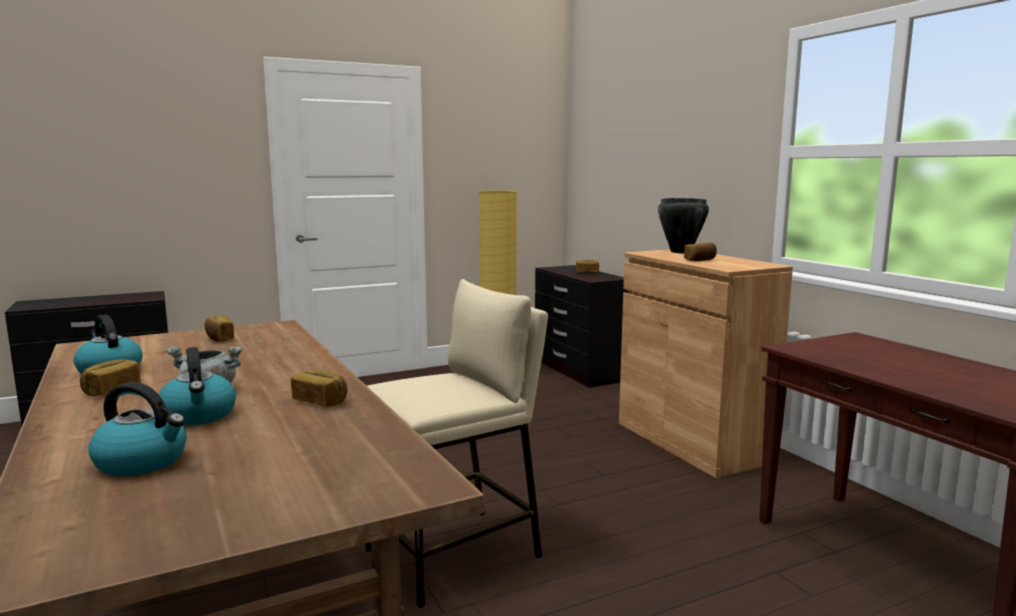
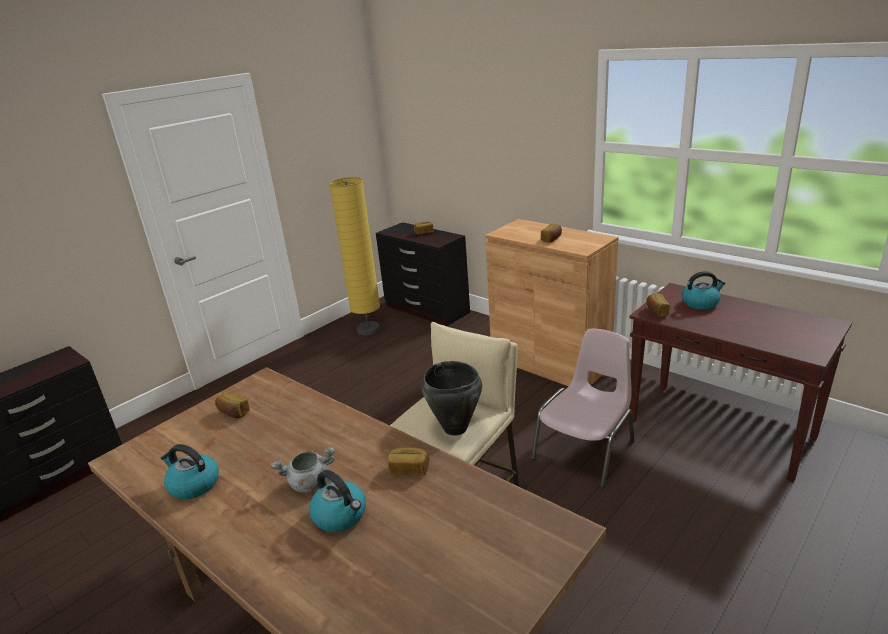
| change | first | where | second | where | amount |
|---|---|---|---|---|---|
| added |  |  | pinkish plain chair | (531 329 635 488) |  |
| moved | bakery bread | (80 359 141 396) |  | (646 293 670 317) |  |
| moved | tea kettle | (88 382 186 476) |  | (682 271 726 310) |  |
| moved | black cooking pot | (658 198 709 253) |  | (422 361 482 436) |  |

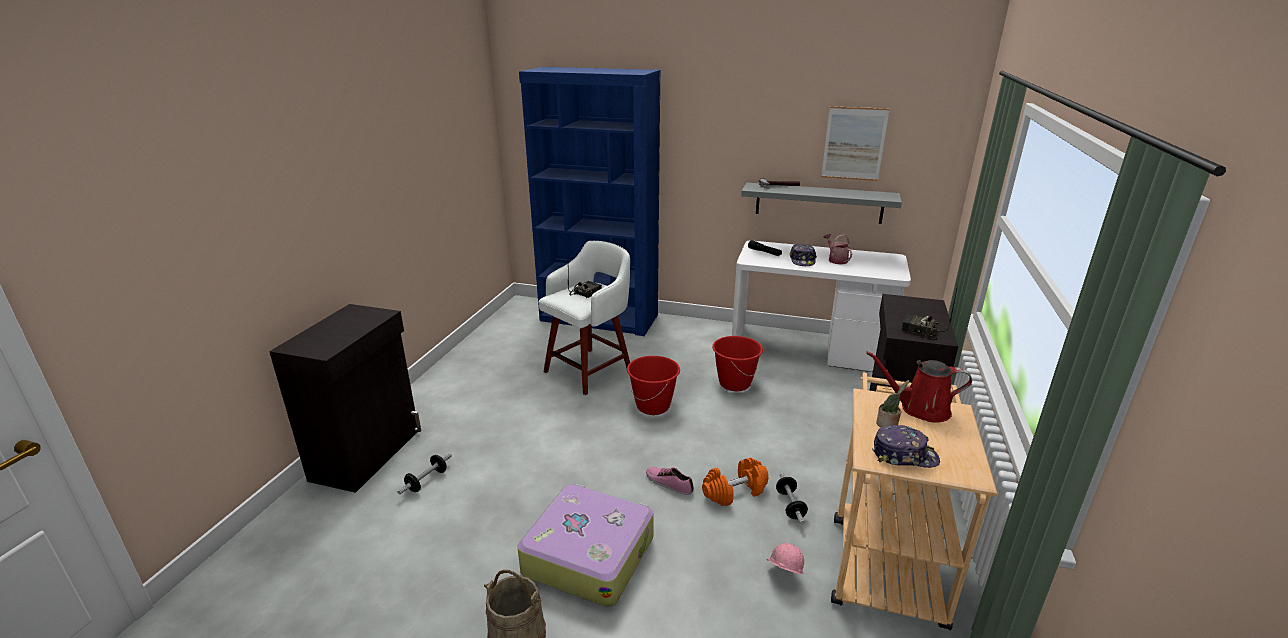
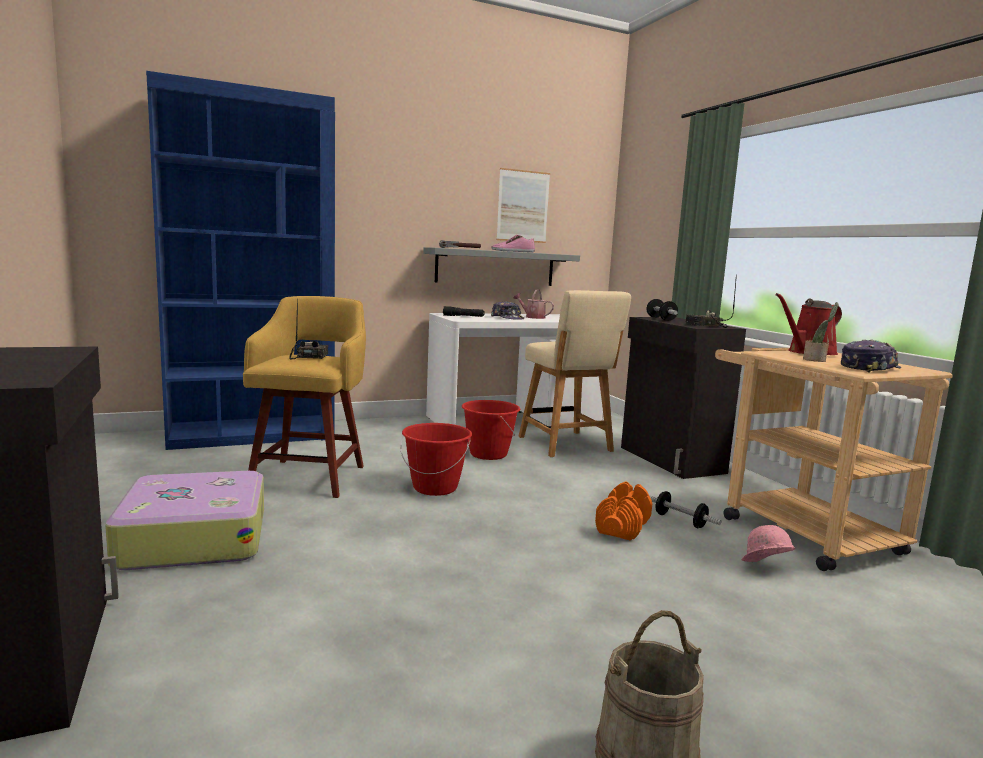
| change | first | where | second | where | amount |
|---|---|---|---|---|---|
| added |  |  | beige plain chair | (518 290 631 457) |  |
| moved | dumbbell | (397 453 452 495) |  | (647 299 678 321) |  |
| moved | travel case | (518 484 654 607) |  | (105 471 264 570) |  |
| moved | item of footwear | (646 467 694 495) |  | (491 235 535 253) |  |
| recoloured | whitish sitting stool | (538 241 630 395) | yellow-coloured sitting stool | (243 296 366 498) |  |

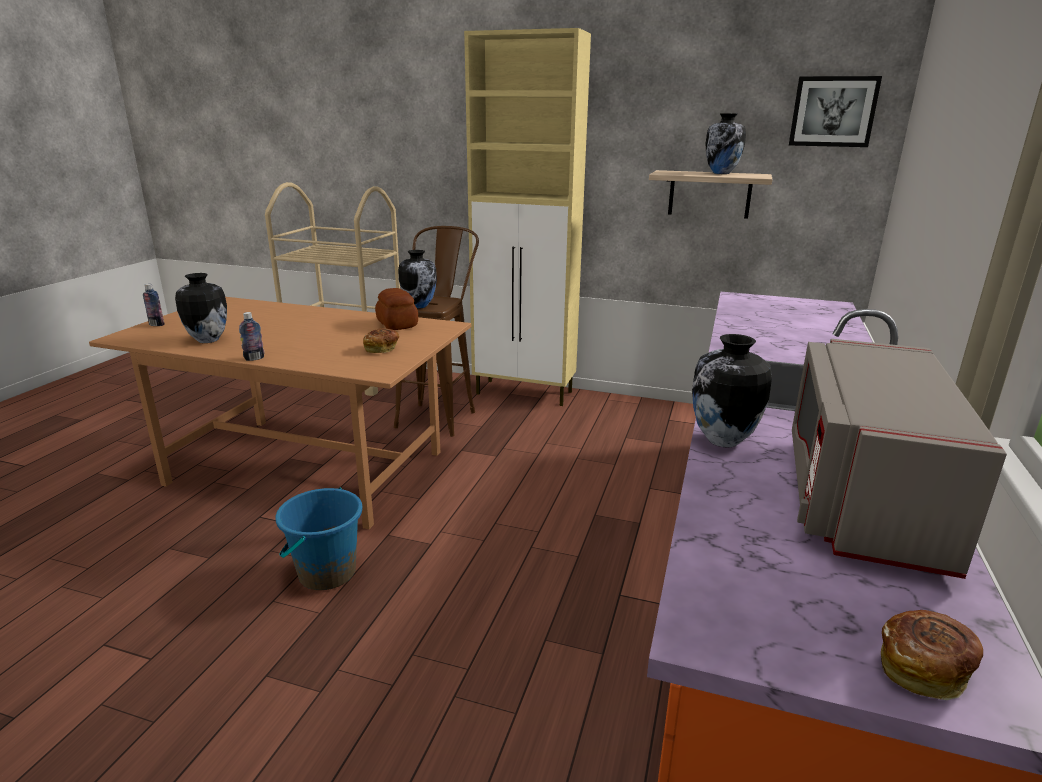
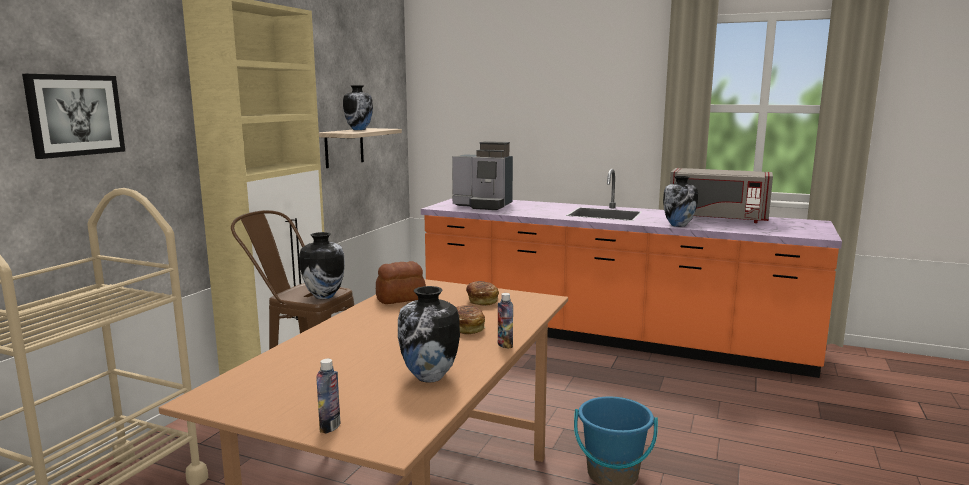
| change | first | where | second | where | amount |
|---|---|---|---|---|---|
| added |  |  | coffee machine | (452 141 513 210) |  |
| moved | picture | (789 76 882 147) |  | (22 74 125 159) |  |
| moved | bakery bread | (881 610 983 700) |  | (456 305 485 334) |  |

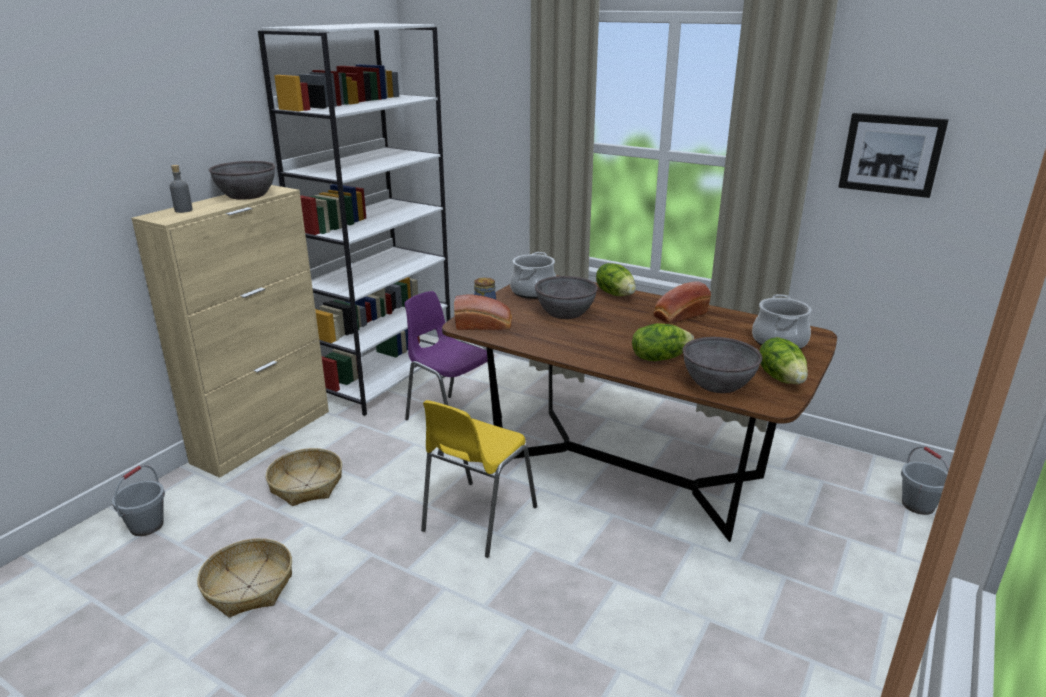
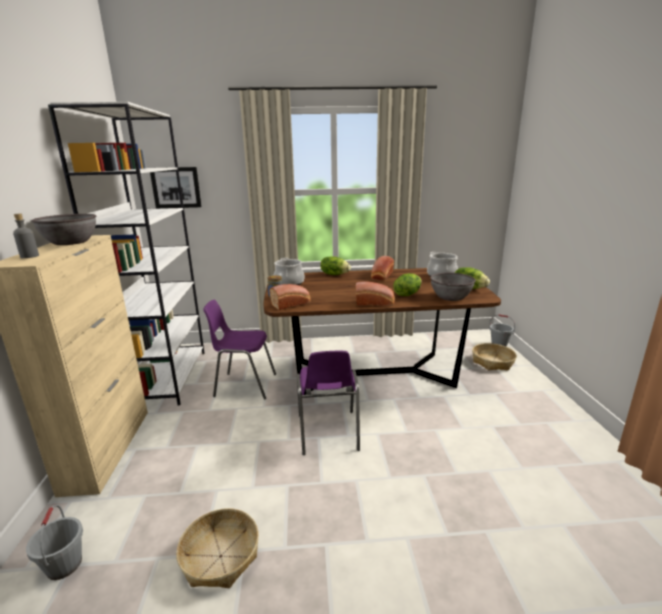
| change | first | where | second | where | amount |
|---|---|---|---|---|---|
| removed | grey bowl | (535 276 598 319) |  |  |  |
| added |  |  | bakery bread | (356 281 395 306) |  |
| moved | storage basket | (266 448 342 506) |  | (472 343 517 371) |  |
| moved | picture | (838 113 949 198) |  | (150 167 202 209) |  |
| recoloured | yellow-coloured plain chair | (421 400 537 558) | purple-coloured plain chair | (297 351 360 455) |  |

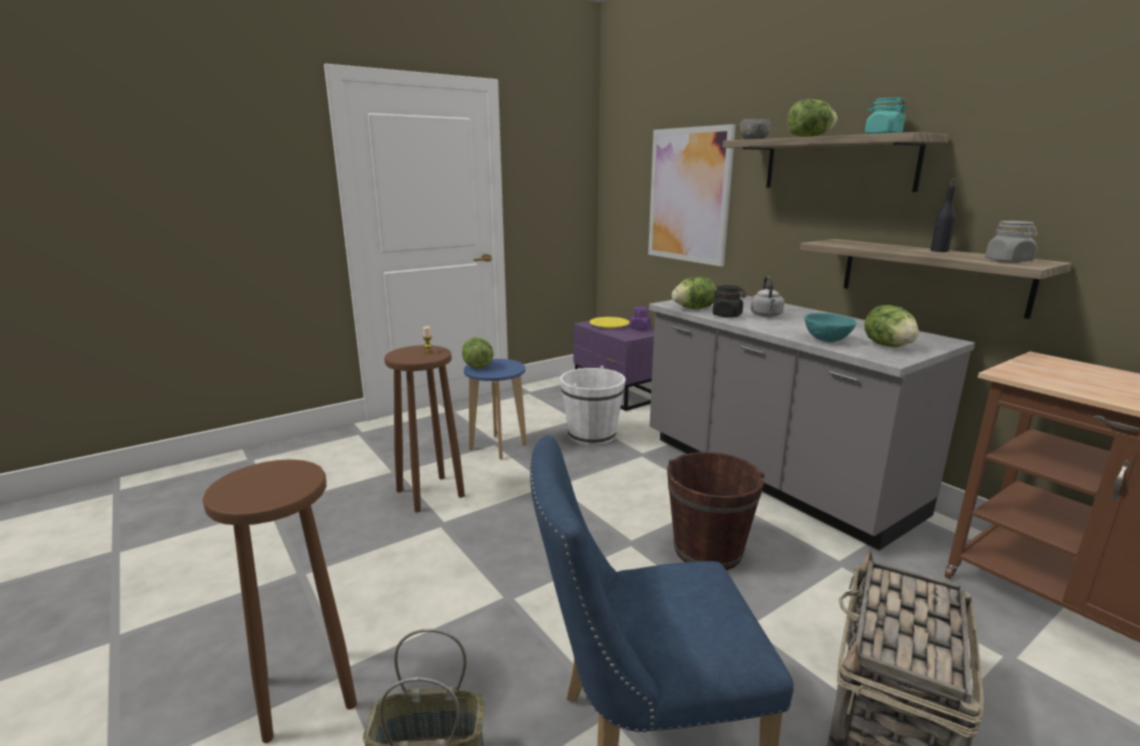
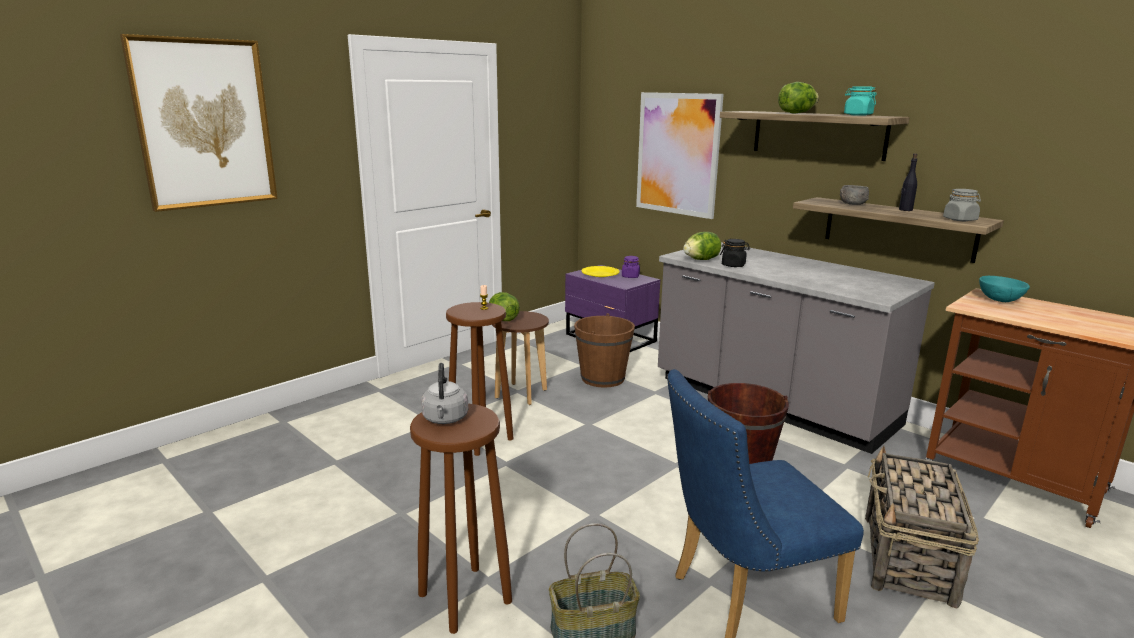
| change | first | where | second | where | amount |
|---|---|---|---|---|---|
| removed | lettuce head | (864 305 919 347) |  |  |  |
| added |  |  | picture | (120 34 278 212) |  |
| moved | grey bowl | (739 119 772 140) |  | (840 185 869 205) |  |
| moved | grey tea kettle | (751 276 784 317) |  | (421 363 468 424) |  |
| moved | turquoise bowl | (804 313 857 342) |  | (979 276 1030 302) |  |
| recoloured | bluish sitting stool | (464 359 527 459) | brownish sitting stool | (492 311 549 405) |  |
| recoloured | whitish bucket | (560 366 626 445) | brownish bucket | (574 313 635 388) |  |

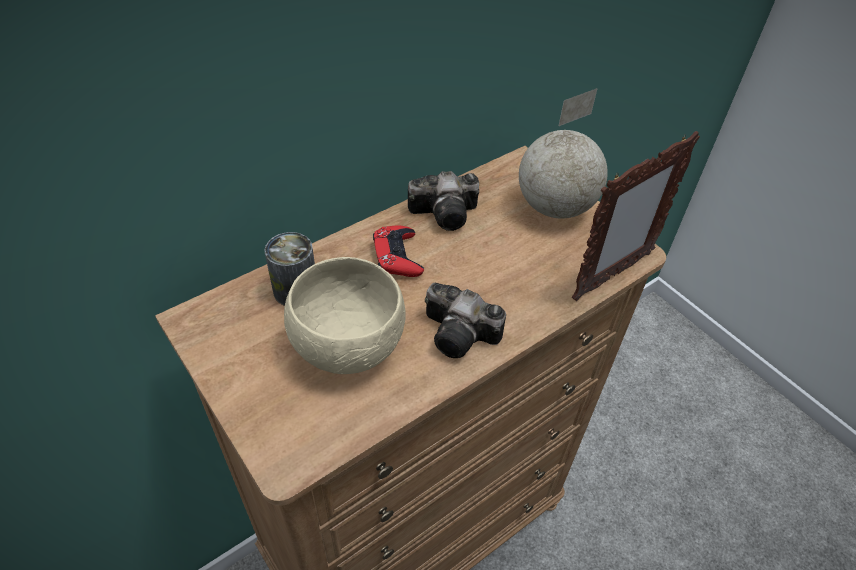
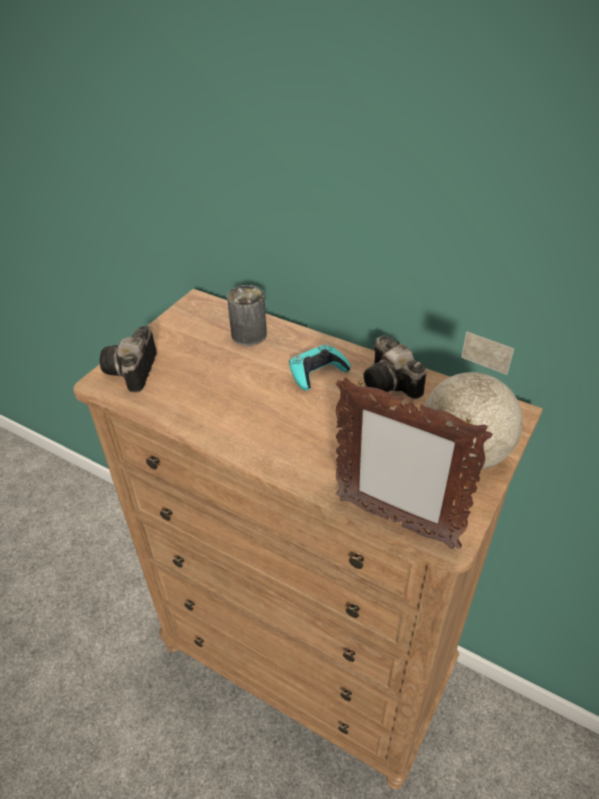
| change | first | where | second | where | amount |
|---|---|---|---|---|---|
| removed | beige bowl | (284 257 406 374) |  |  |  |
| moved | photo camera | (425 283 506 358) |  | (100 326 157 392) |  |
| recoloured | reddish gamepad | (373 225 424 277) | turquoise gamepad | (289 345 351 391) |  |

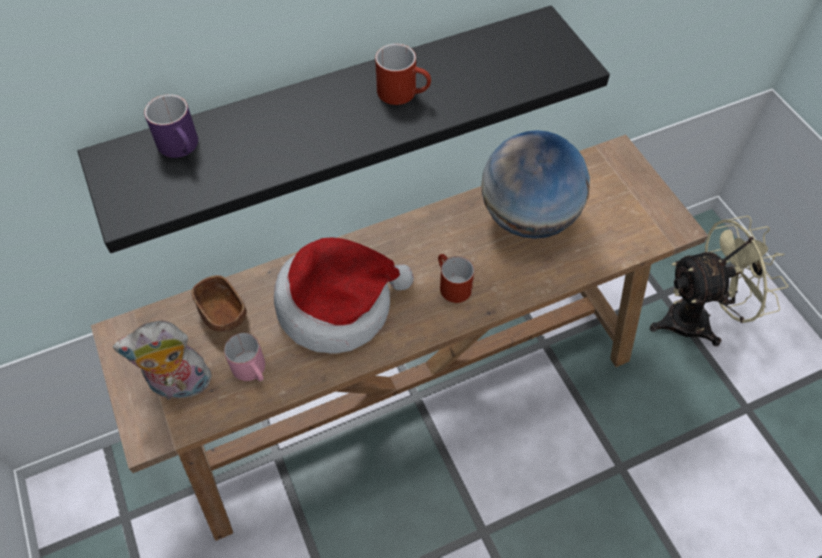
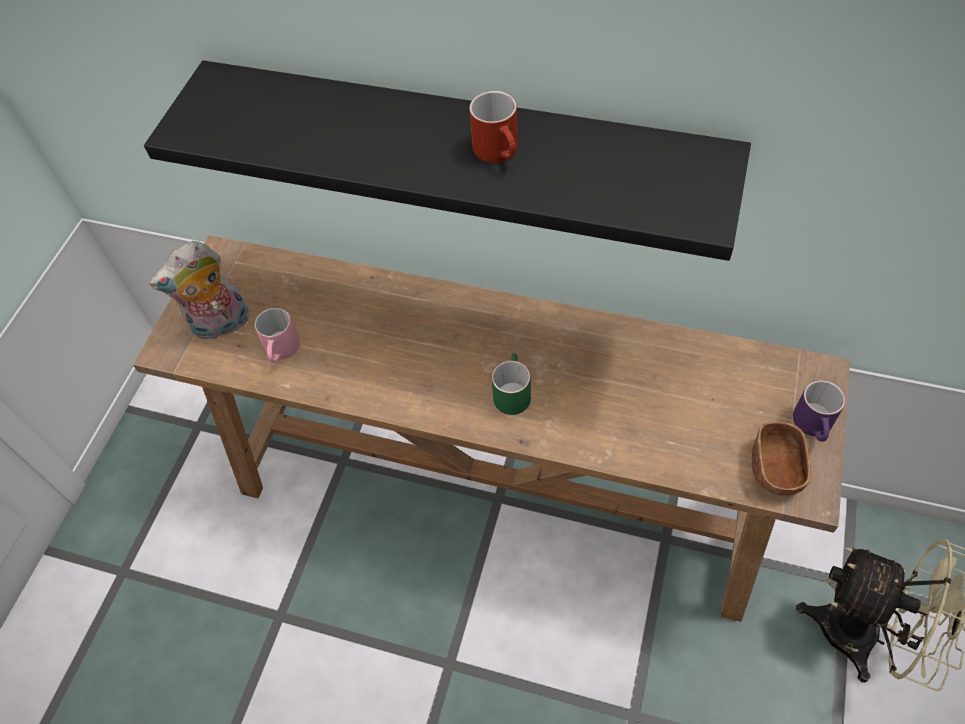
| change | first | where | second | where | amount |
|---|---|---|---|---|---|
| removed | hat | (274 237 414 354) |  |  |  |
| removed | desk globe | (481 130 590 239) |  |  |  |
| moved | purple-coloured coffee mug | (144 94 198 158) |  | (793 380 846 442) |  |
| moved | brownish bowl | (191 275 247 332) |  | (752 421 811 496) |  |
| recoloured | reddish coffee mug | (438 254 474 303) | green-coloured coffee mug | (492 353 531 415) |  |
| turned | soft toy | (113 321 213 400) |  | (150 241 249 342) | 60 degrees counterclockwise |

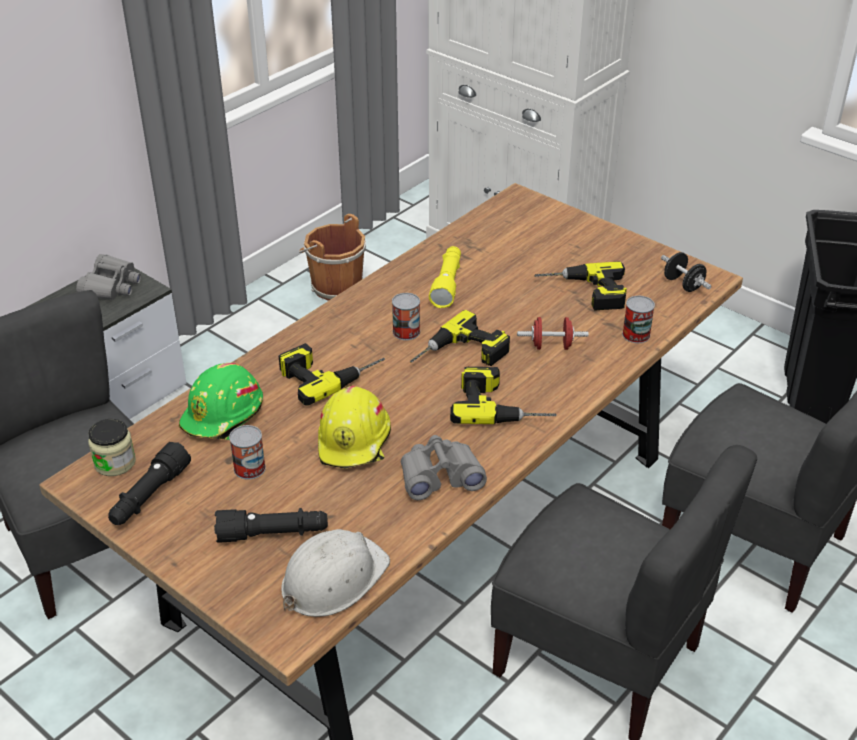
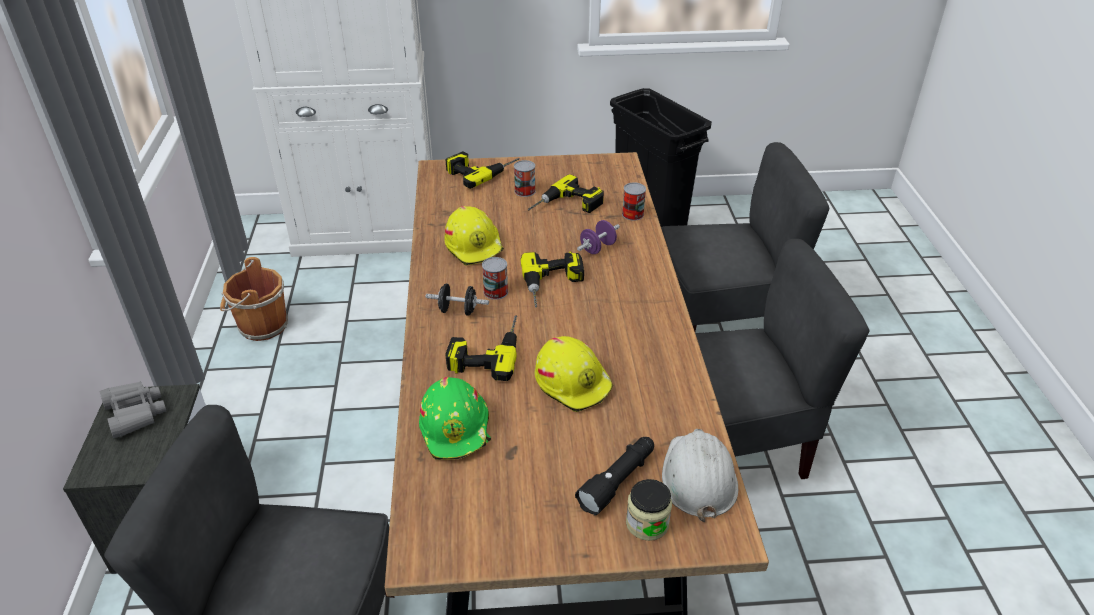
| change | first | where | second | where | amount |
|---|---|---|---|---|---|
| removed | black flashlight | (108 442 191 525) |  |  |  |
| removed | grey pair of binoculars | (401 435 487 500) |  |  |  |
| moved | preserve jar | (88 419 136 476) |  | (626 479 672 541) |  |
| moved | metal can | (229 425 266 480) |  | (514 160 536 197) |  |
| moved | drill | (450 367 557 424) |  | (445 151 520 189) |  |
| moved | black dumbbell | (661 252 711 292) |  | (426 283 489 316) |  |
| replaced | yellow-coloured flashlight | (429 246 461 308) | yellow-coloured work helmet | (444 206 504 266) |  |
| recoloured | reddish dumbbell | (517 317 589 350) | purple-coloured dumbbell | (577 220 620 254) |  |

